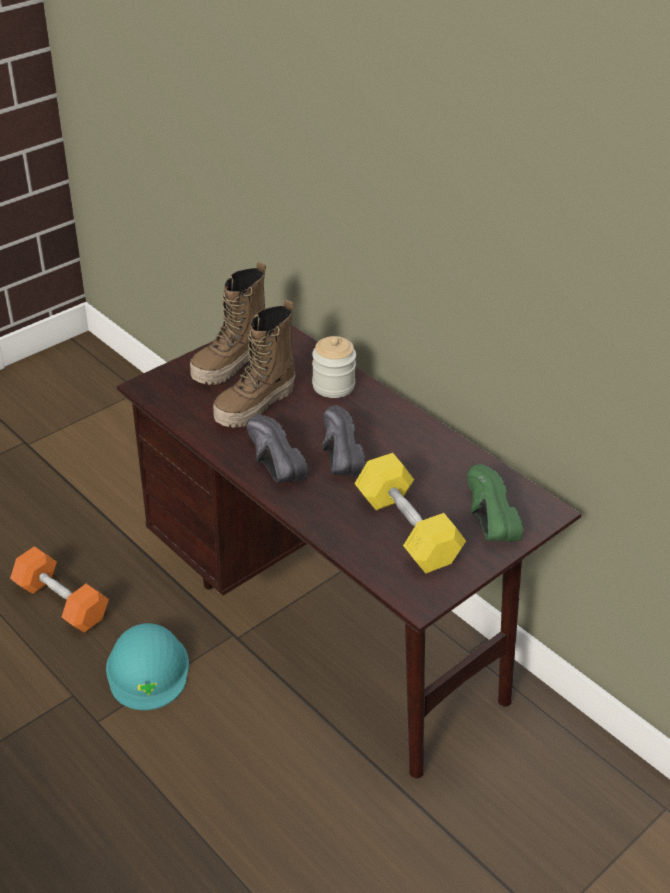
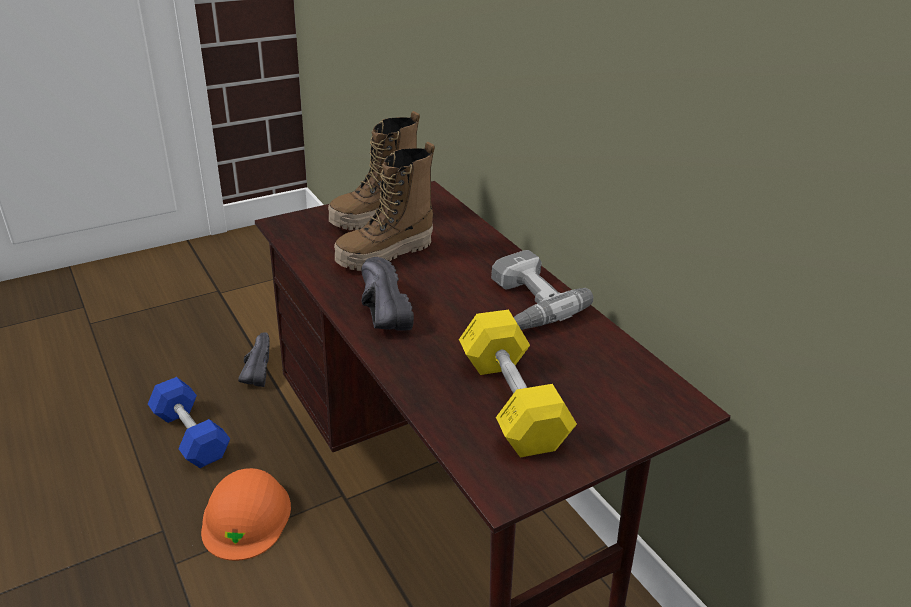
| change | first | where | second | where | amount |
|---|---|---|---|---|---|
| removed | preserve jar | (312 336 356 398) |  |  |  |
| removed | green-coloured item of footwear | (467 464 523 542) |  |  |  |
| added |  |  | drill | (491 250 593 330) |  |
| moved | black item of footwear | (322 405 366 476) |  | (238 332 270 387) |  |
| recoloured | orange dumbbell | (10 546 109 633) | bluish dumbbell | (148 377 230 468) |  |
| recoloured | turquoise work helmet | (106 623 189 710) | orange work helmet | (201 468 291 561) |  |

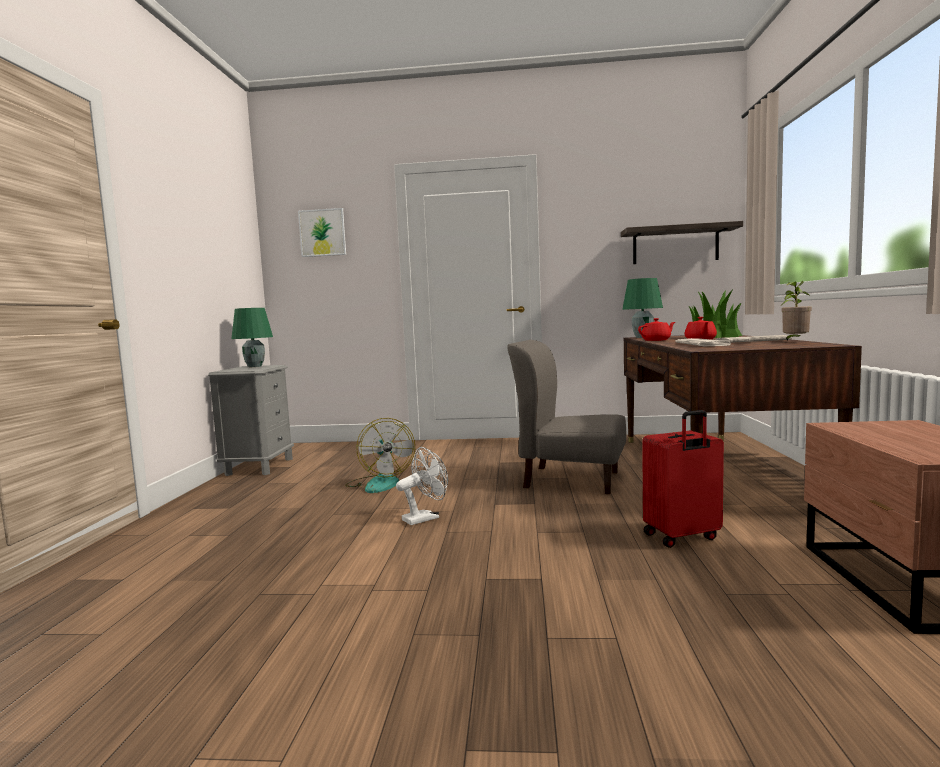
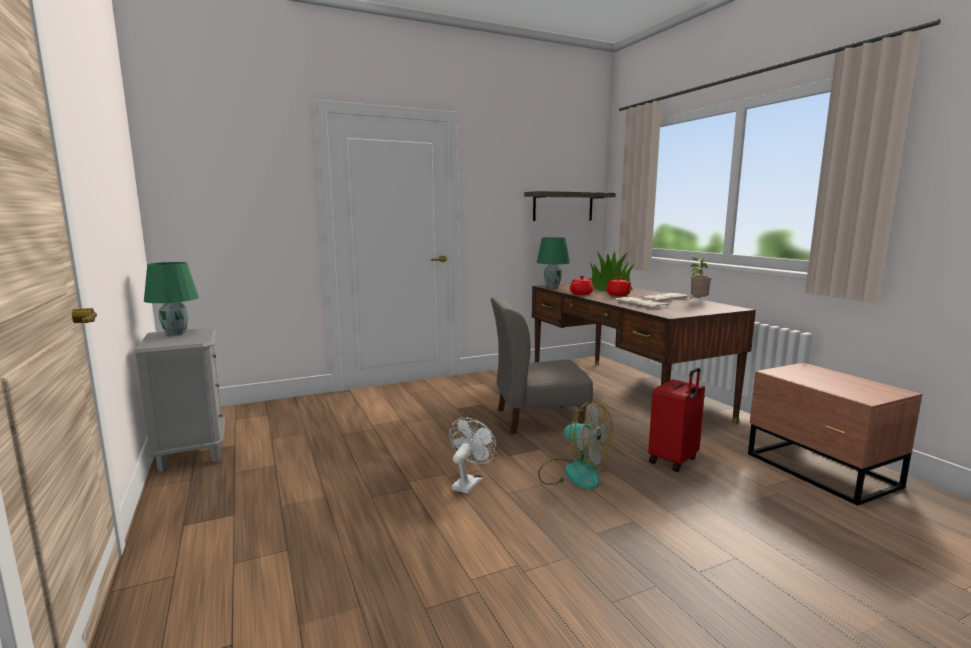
| change | first | where | second | where | amount |
|---|---|---|---|---|---|
| removed | picture | (298 208 346 257) |  |  |  |
| moved | cooling fan | (345 418 415 493) |  | (538 401 613 489) |  |

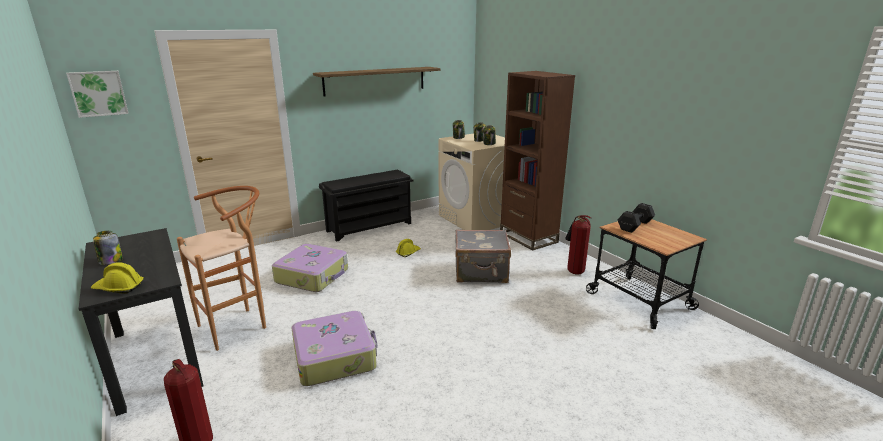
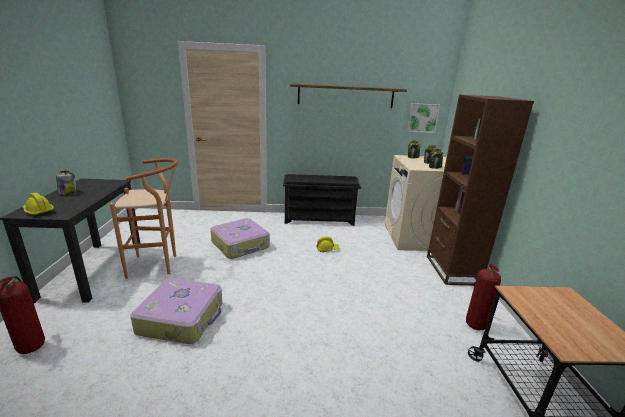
| change | first | where | second | where | amount |
|---|---|---|---|---|---|
| removed | grey travel case | (455 229 511 283) |  |  |  |
| removed | black dumbbell | (618 203 655 233) |  |  |  |
| moved | picture | (66 71 129 118) |  | (407 103 440 133) |  |

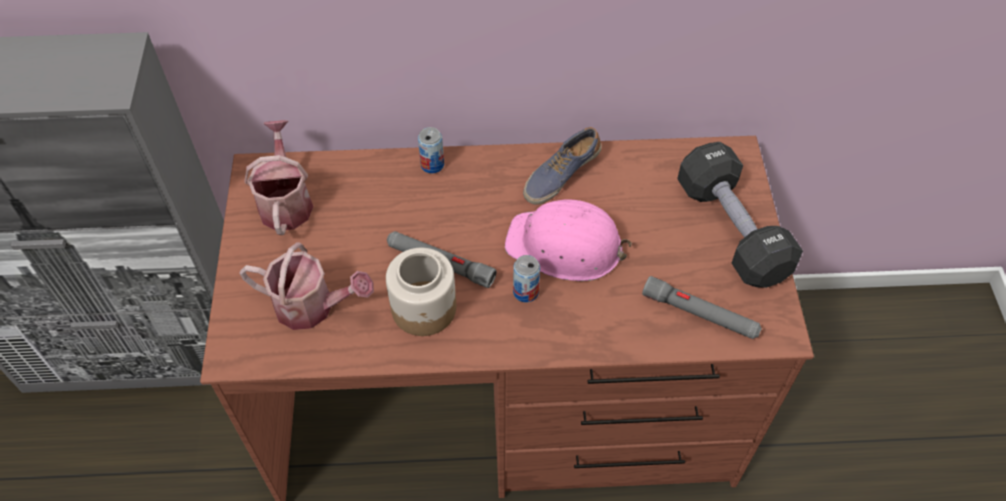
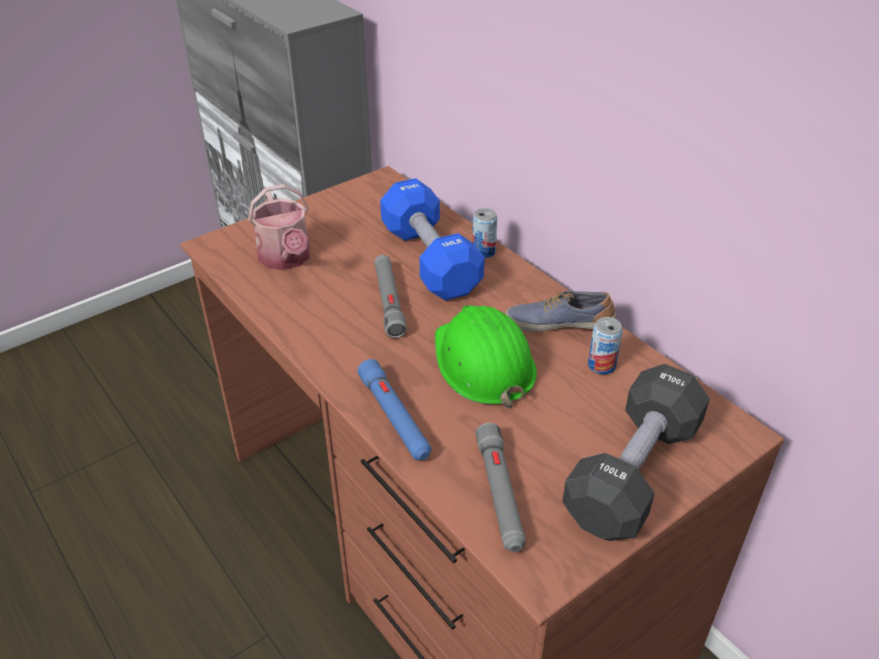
| change | first | where | second | where | amount |
|---|---|---|---|---|---|
| removed | watering pot | (244 120 313 235) |  |  |  |
| removed | preserve jar | (386 248 456 336) |  |  |  |
| added |  |  | bluish flashlight | (357 359 432 460) |  |
| added |  |  | bluish dumbbell | (380 178 485 301) |  |
| moved | metal can | (513 255 540 302) |  | (588 317 623 374) |  |
| recoloured | pinkish work helmet | (505 199 632 281) | green-coloured work helmet | (435 305 537 408) |  |

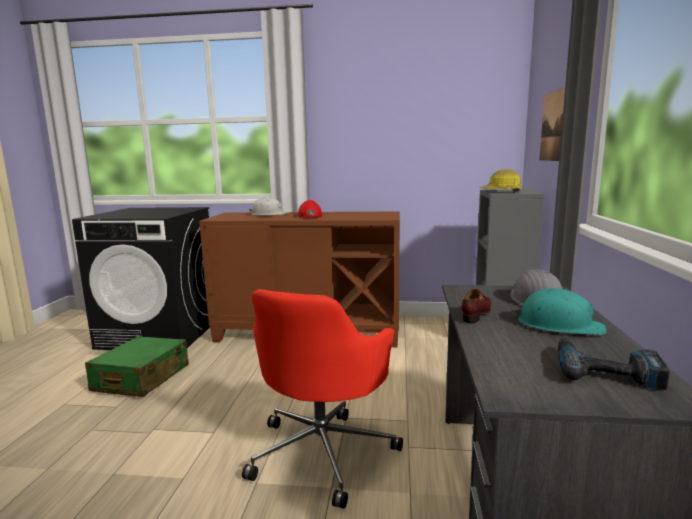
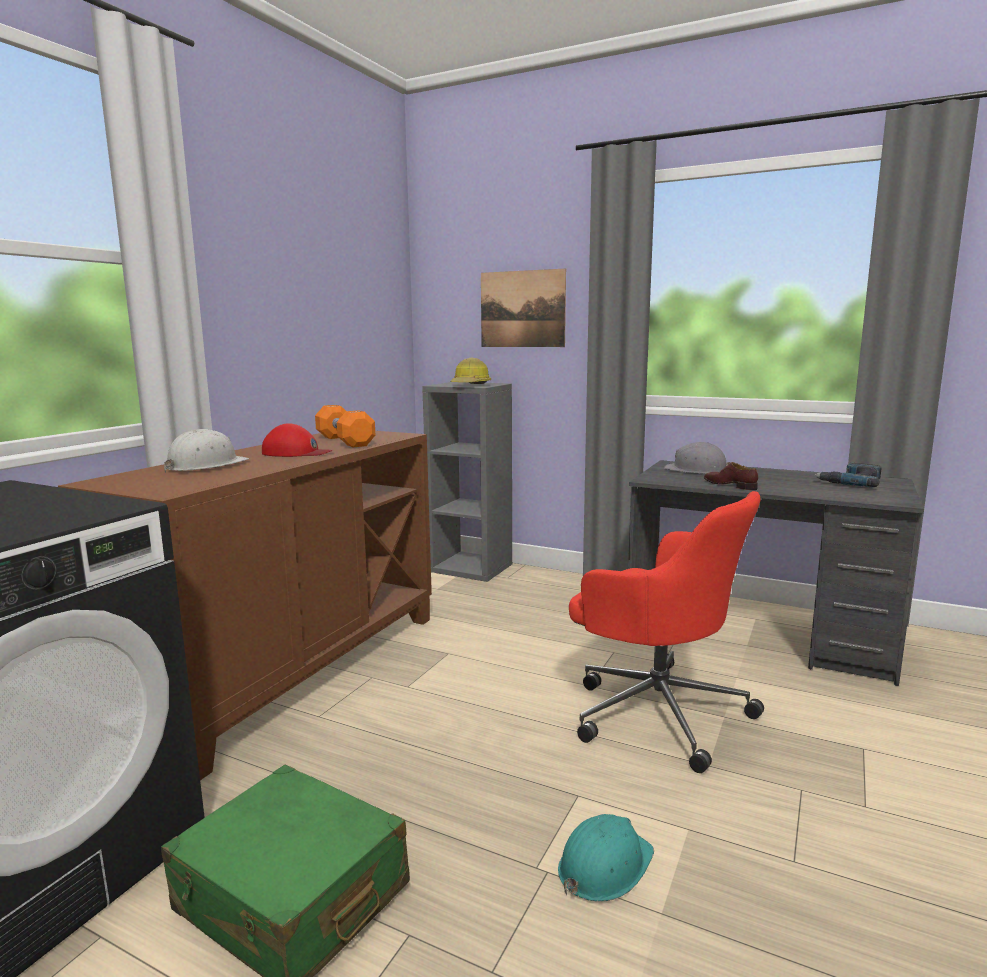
| change | first | where | second | where | amount |
|---|---|---|---|---|---|
| added |  |  | orange dumbbell | (315 405 375 447) |  |
| moved | turquoise work helmet | (513 288 607 335) |  | (558 814 654 901) |  |

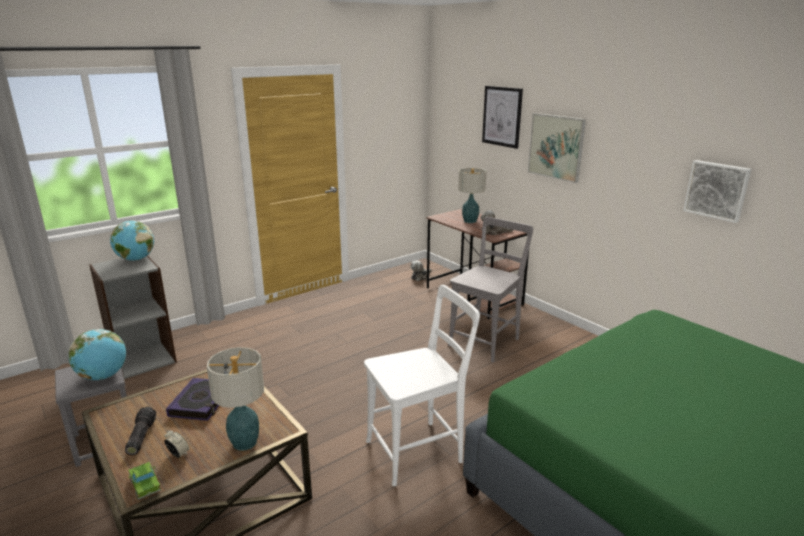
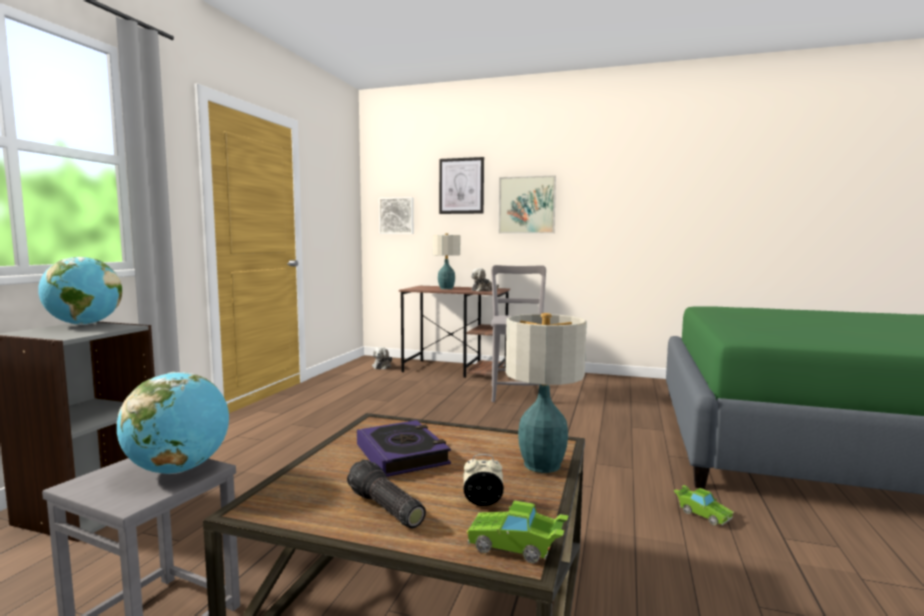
| change | first | where | second | where | amount |
|---|---|---|---|---|---|
| removed | whitish plain chair | (364 285 480 486) |  |  |  |
| added |  |  | green-coloured miniature car | (674 485 734 525) |  |
| moved | picture | (683 160 751 223) |  | (379 197 414 234) |  |

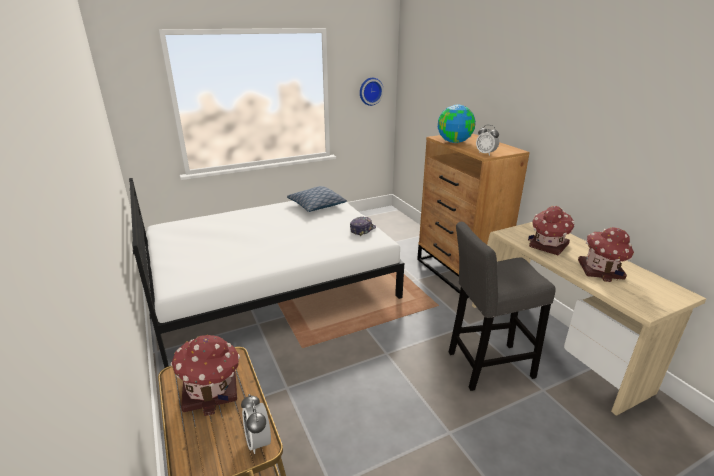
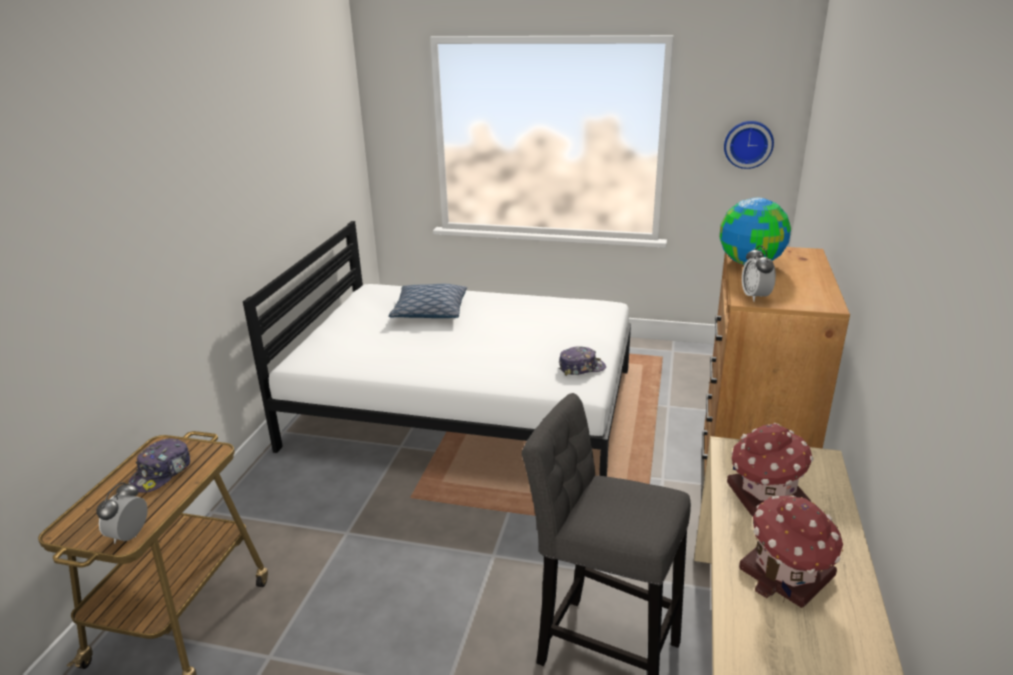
| change | first | where | second | where | amount |
|---|---|---|---|---|---|
| moved | pillow | (287 186 347 212) |  | (389 284 467 318) |  |
| replaced | miniature house | (171 335 240 416) | peaked cap | (129 438 190 493) |  |

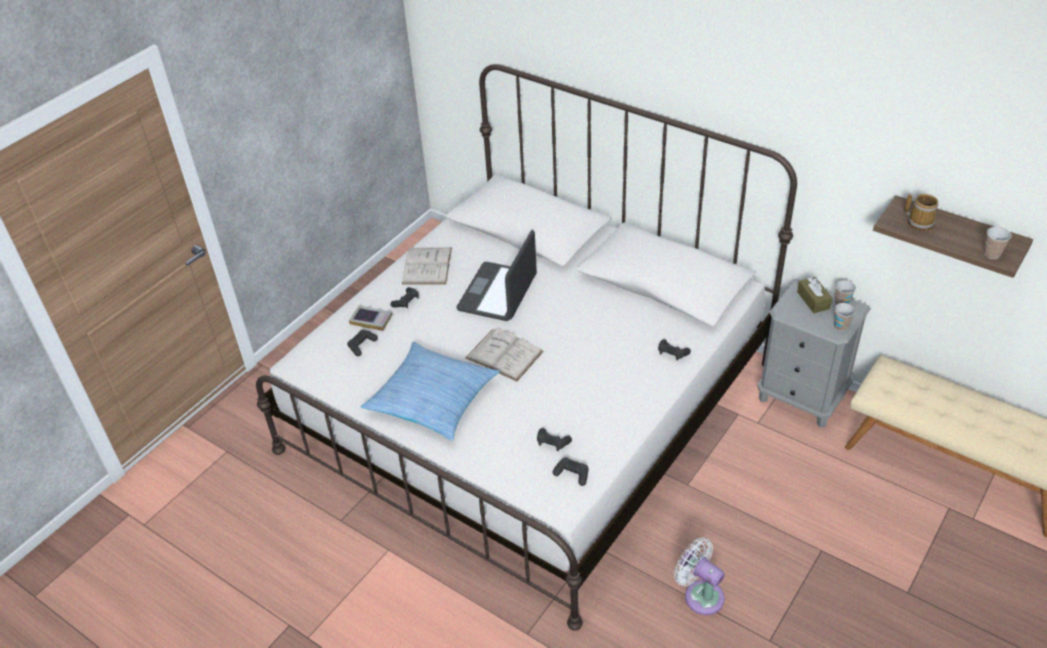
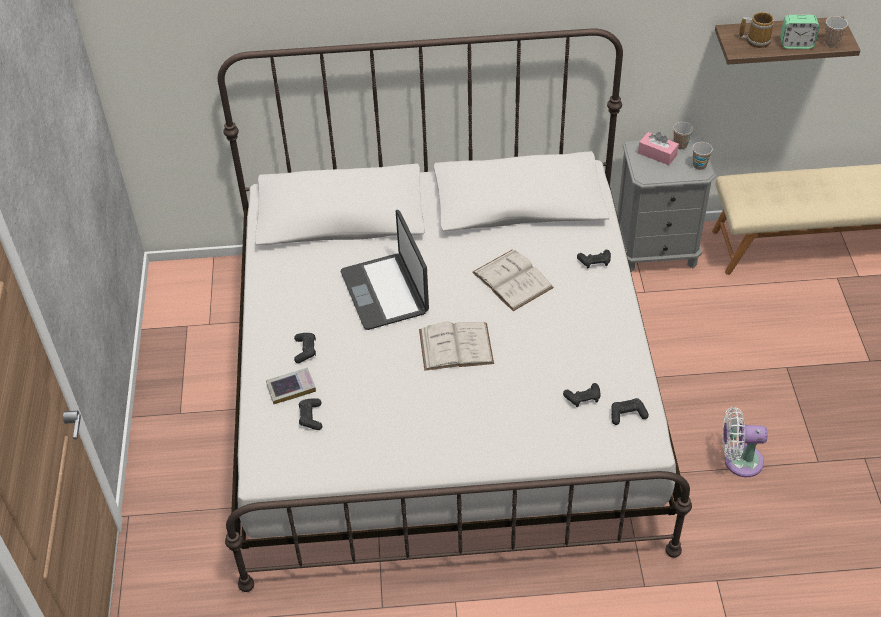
| change | first | where | second | where | amount |
|---|---|---|---|---|---|
| removed | pillow | (361 342 500 440) |  |  |  |
| added |  |  | table clock | (780 15 819 49) |  |
| moved | whitish bound book | (402 247 452 284) |  | (472 250 554 311) |  |
| recoloured | brownish box of tissues | (797 277 832 313) | pinkish box of tissues | (638 132 679 165) |  |

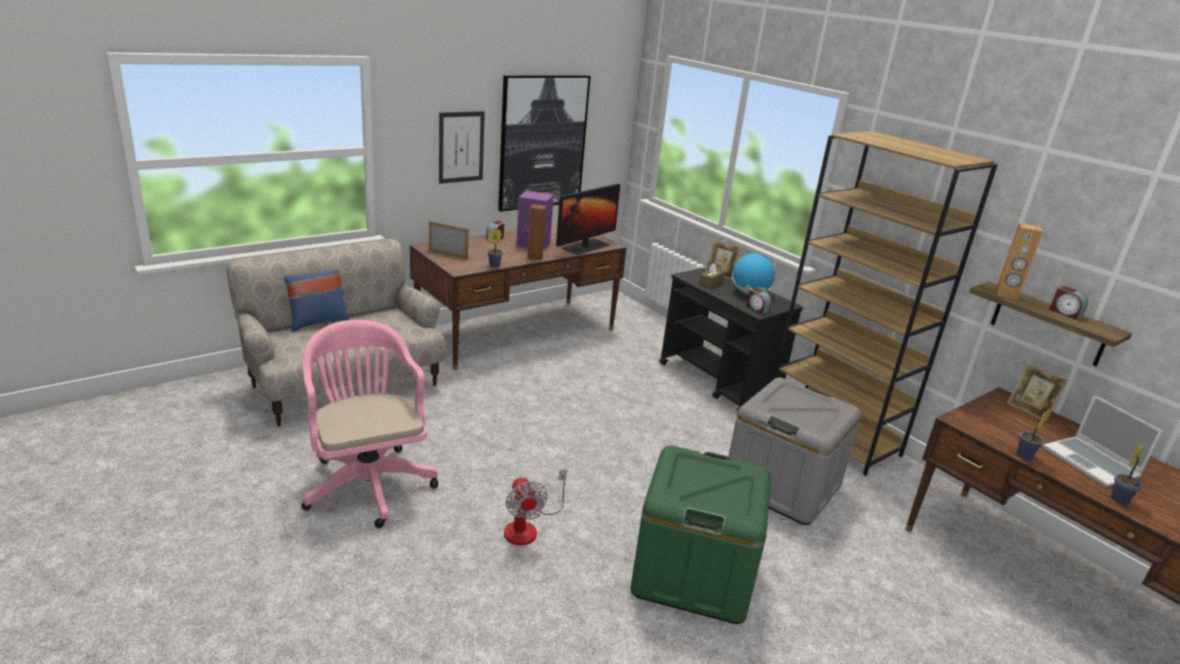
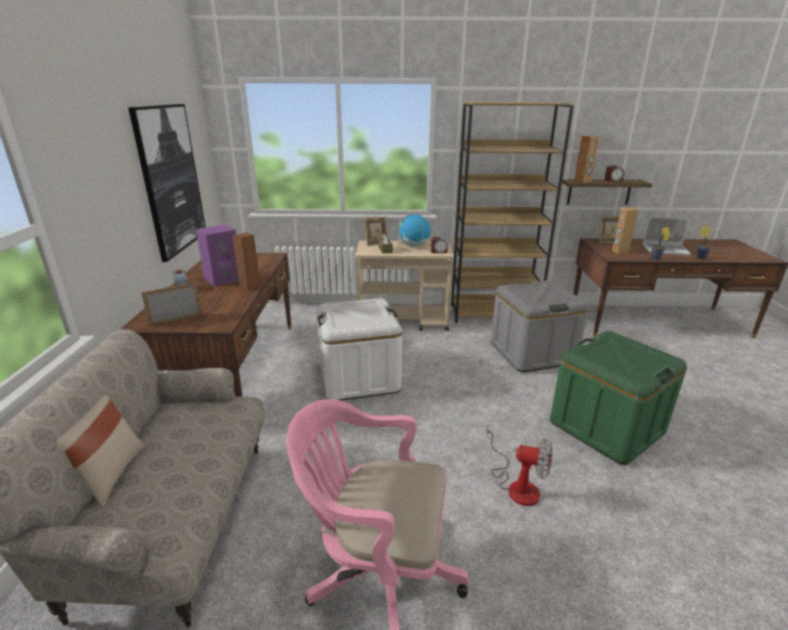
| change | first | where | second | where | amount |
|---|---|---|---|---|---|
| removed | picture | (439 111 485 184) |  |  |  |
| removed | houseplant | (487 228 503 268) |  |  |  |
| removed | computer screen | (556 184 621 255) |  |  |  |
| added |  |  | whitish storage container | (317 298 402 400) |  |
| added |  |  | brownish audio speaker | (612 207 638 254) |  |
| recoloured | bluish pillow | (284 270 350 332) | beige pillow | (56 395 144 508) |  |
| recoloured | black cart | (659 267 803 412) | beige cart | (355 240 454 331) |  |

